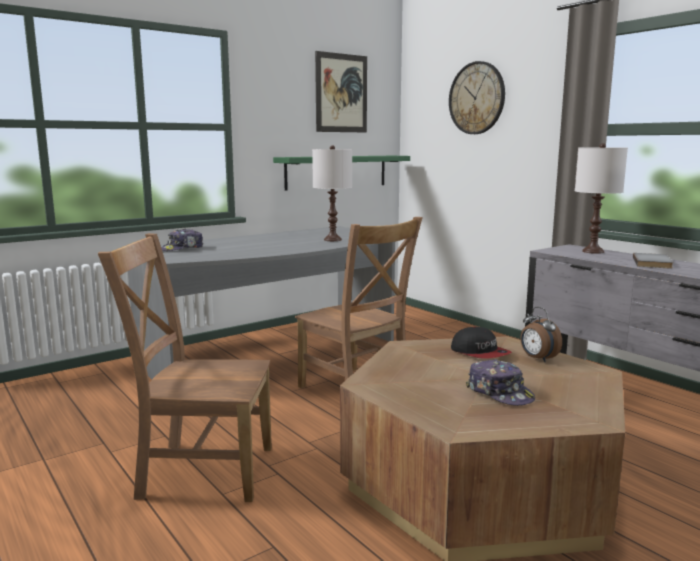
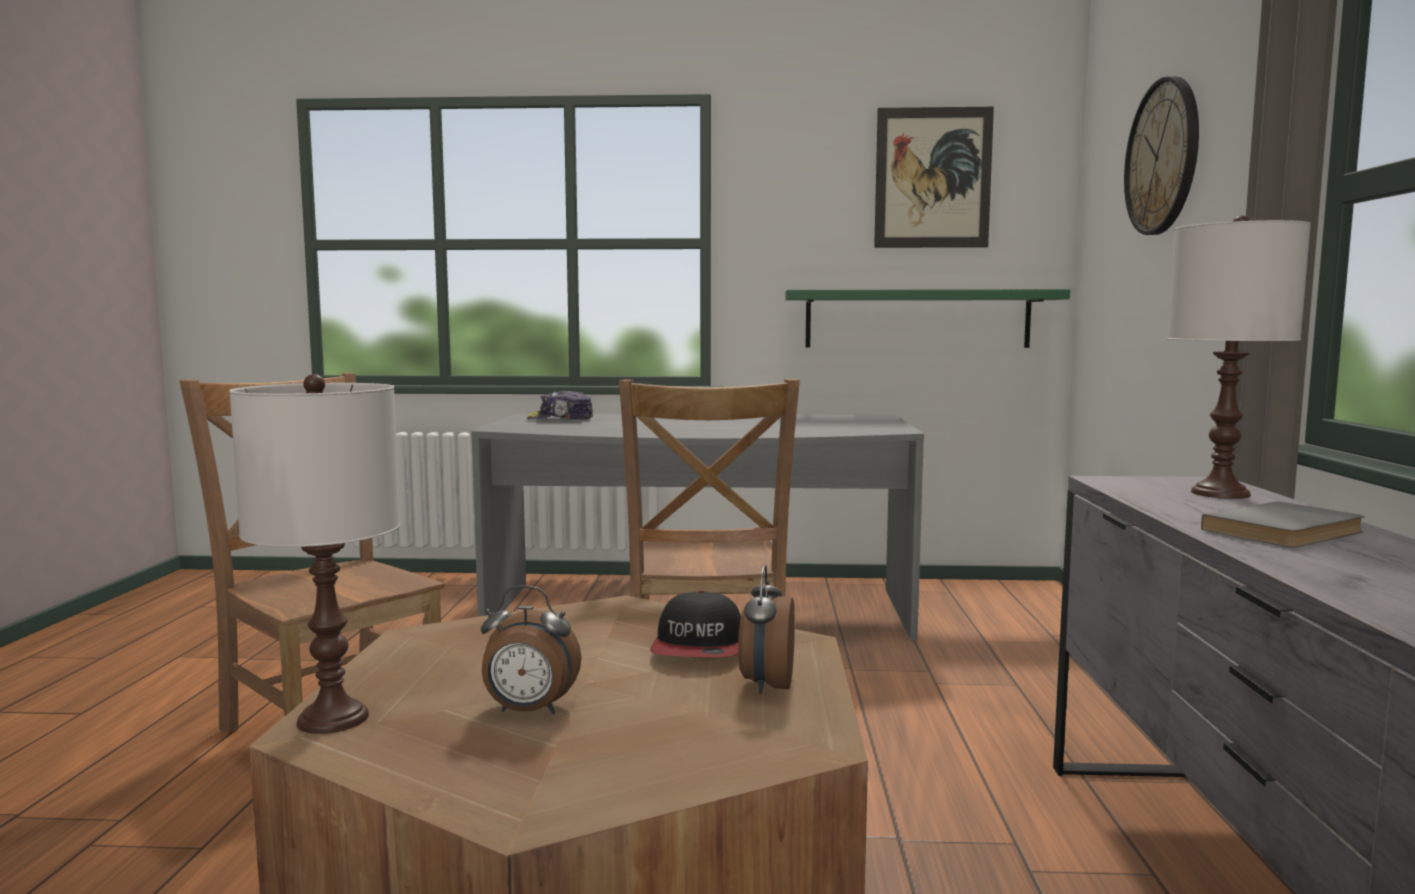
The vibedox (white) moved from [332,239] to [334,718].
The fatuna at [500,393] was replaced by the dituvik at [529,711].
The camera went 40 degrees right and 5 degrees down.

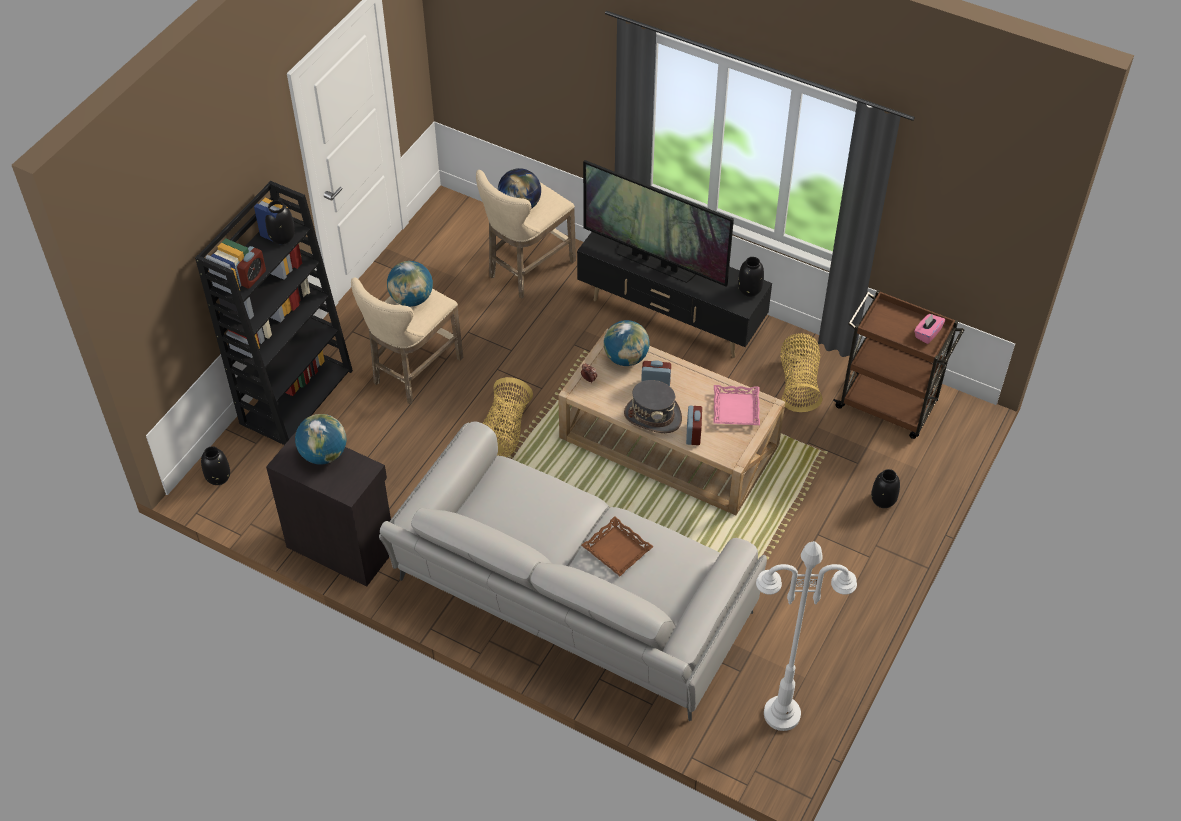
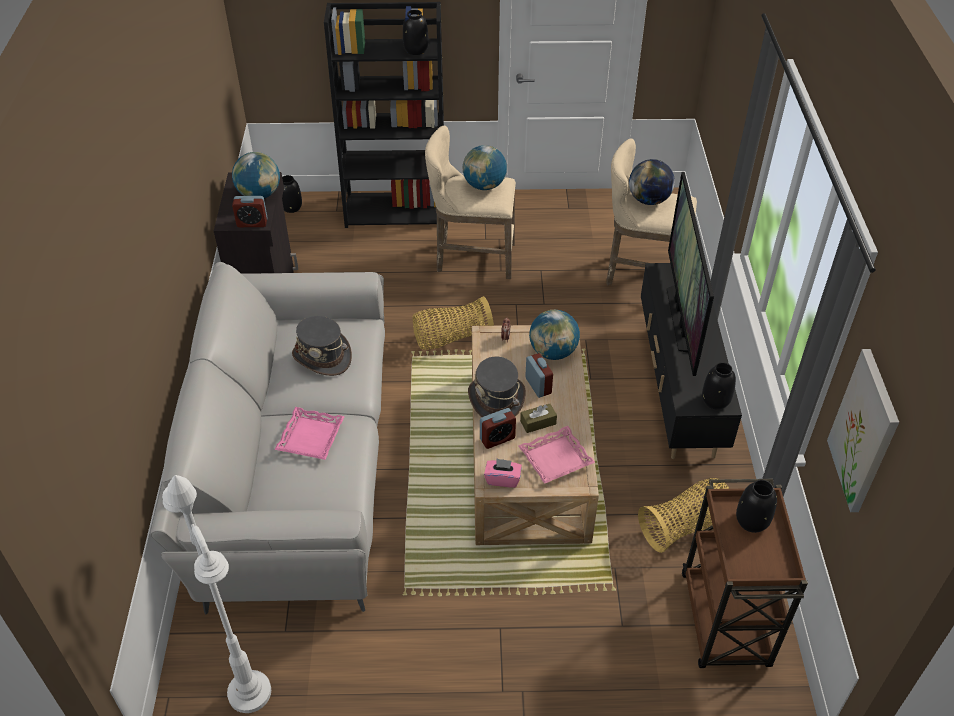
The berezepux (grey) at [322,357] appeared.
The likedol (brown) at [538,422] appeared.
The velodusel at [864,432] appeared.
The dituvik moved from [252,277] to [252,223].
The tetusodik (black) moved from [883,500] to [752,521].
The likedol (pink) moved from [927,334] to [502,479].
The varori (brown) at [616,550] became the varori (pink) at [310,437].
The camera went 60 degrees right and 5 degrees down.

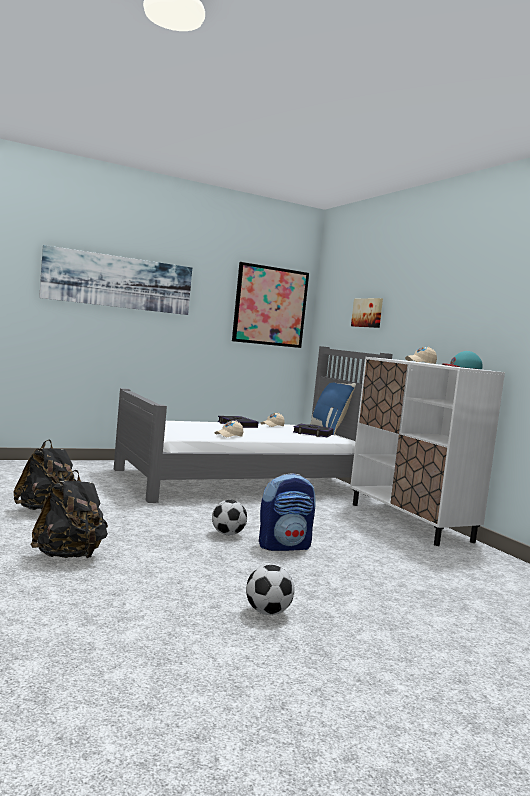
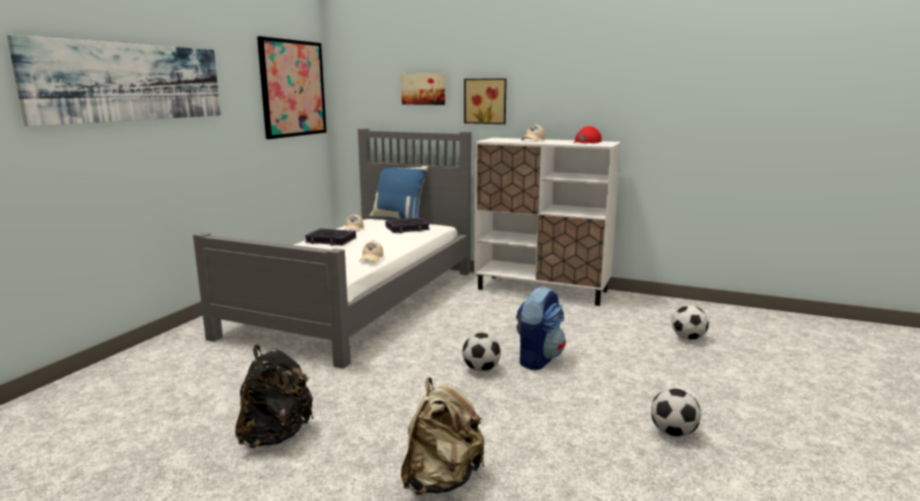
The velodusel at [486,101] appeared.
The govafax at [688,338] appeared.
The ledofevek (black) at [69,556] became the ledofevek (beige) at [442,479].
The fatuna (turquoise) at [462,367] became the fatuna (red) at [586,142].
The camera went 40 degrees left and 10 degrees up.

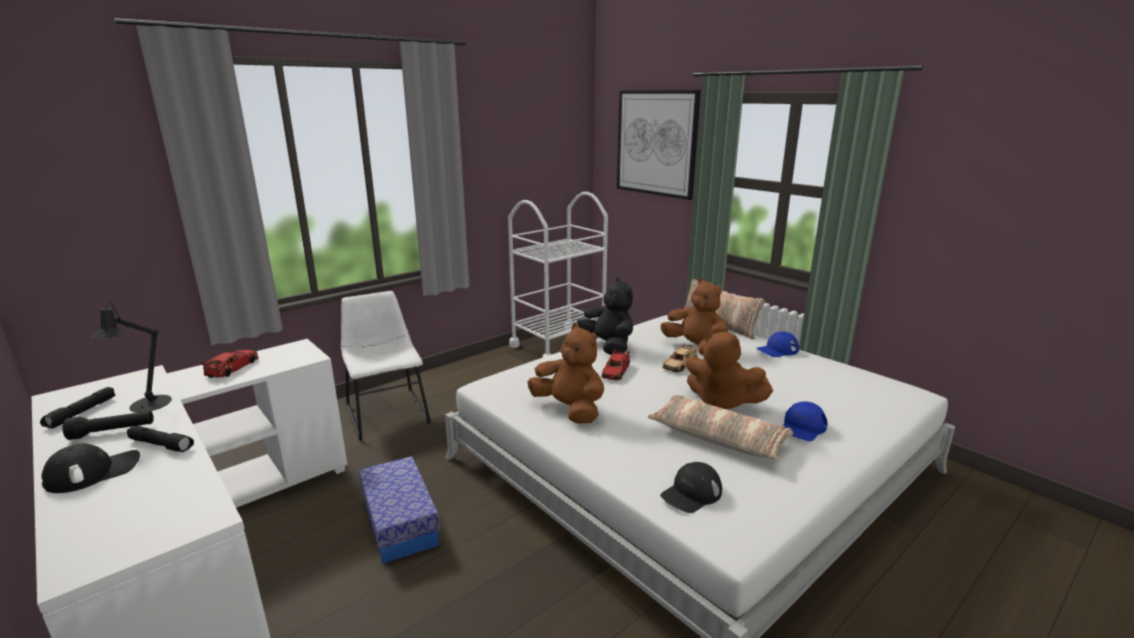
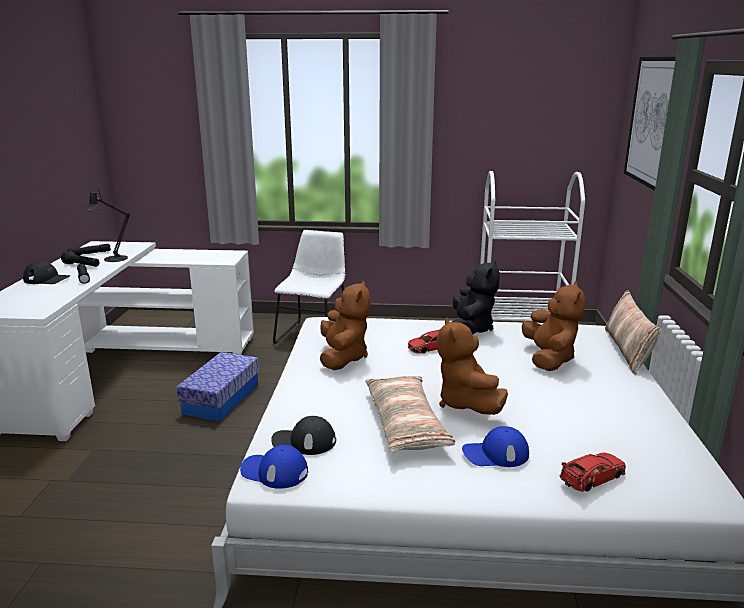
The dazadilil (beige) at [680,364] disappeared.
The dazadilil (red) moved from [232,368] to [592,477].
The fatuna (blue) moved from [777,350] to [274,471].
The camera went 45 degrees right and 0 degrees up.

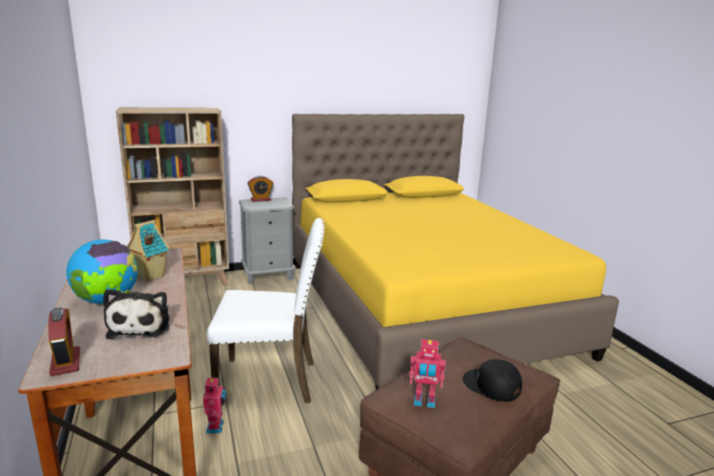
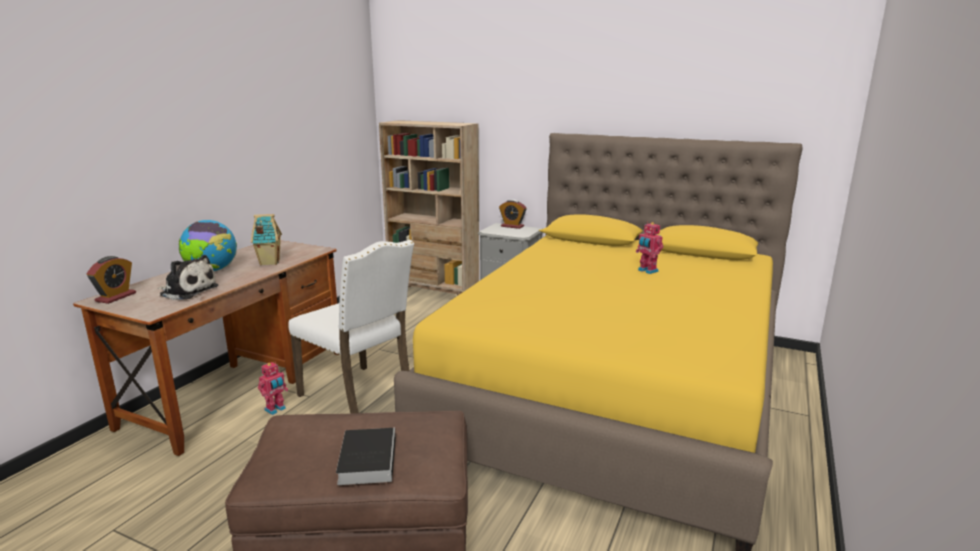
The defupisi moved from [424,402] to [647,271].
The fatuna (black) at [491,386] was replaced by the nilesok at [367,458].
The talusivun at [141,326] turned 105 degrees counterclockwise.
The camera went 45 degrees right and 0 degrees up.

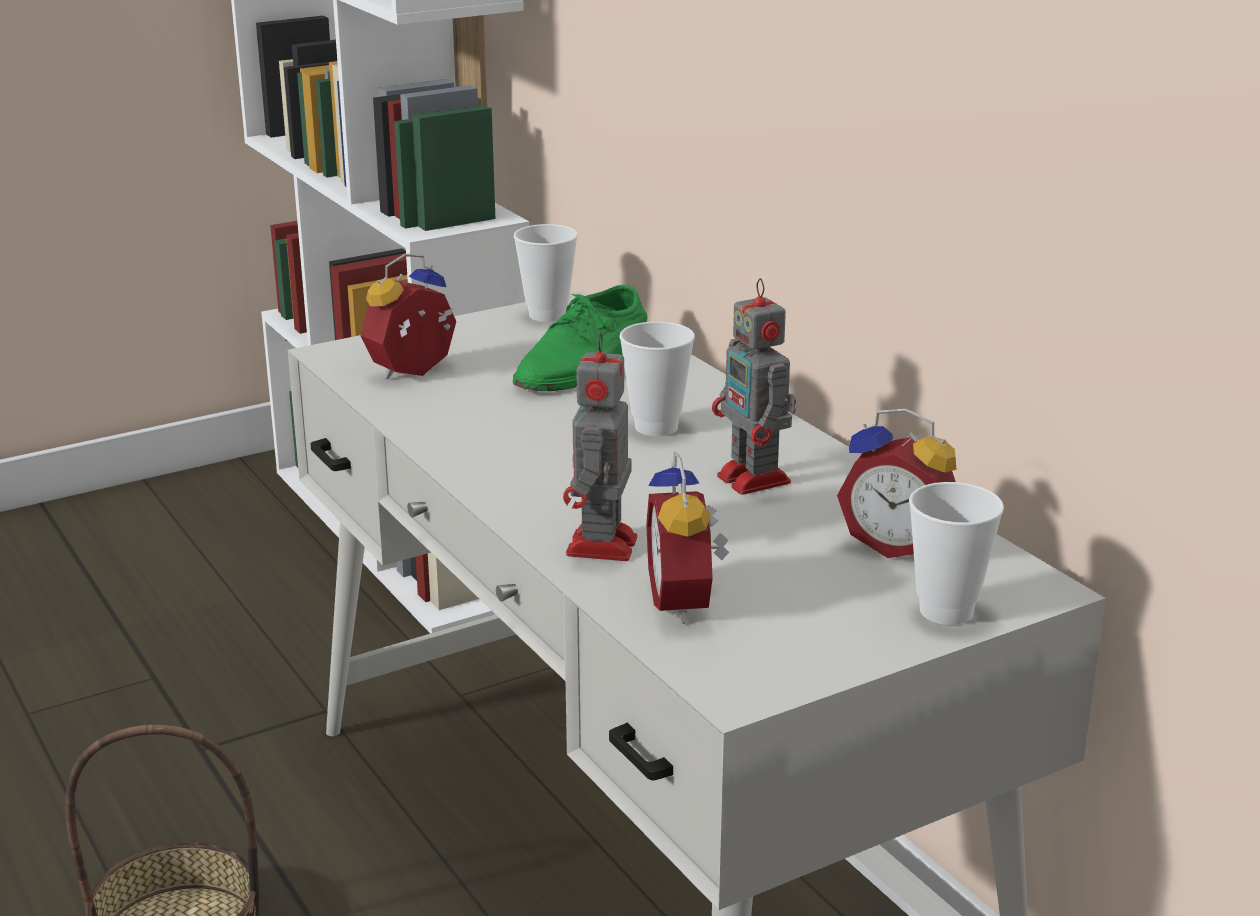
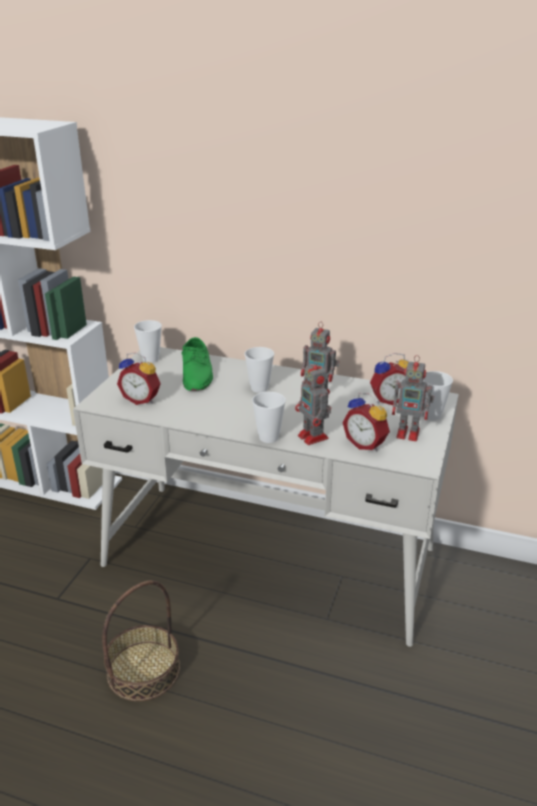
The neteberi at [268,437] appeared.
The defupisi at [409,433] appeared.
The dituvik at [415,372] turned 75 degrees counterclockwise.
The camera went 40 degrees left and 5 degrees up.

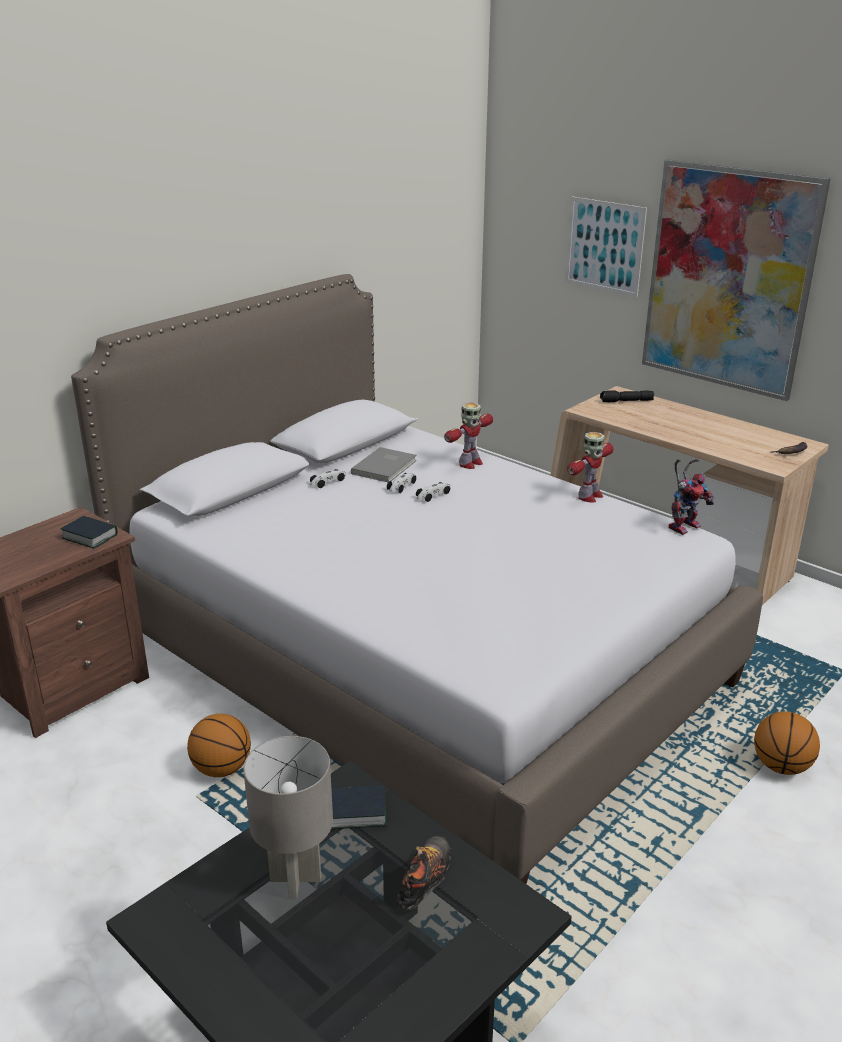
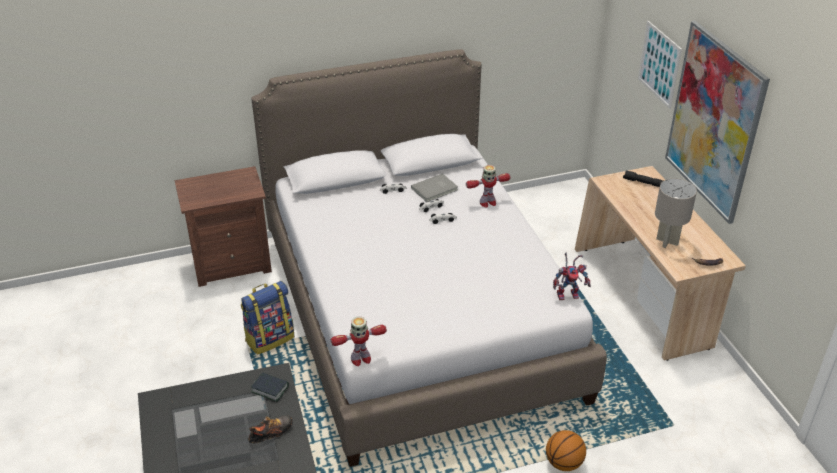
The nilesok at [90,536] disappeared.
The vibedox (grey) moved from [295,878] to [667,241].
The defupisi moved from [589,496] to [360,359].
The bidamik at [222,768] was replaced by the ledofevek at [270,338].
The camera went 30 degrees right and 10 degrees up.

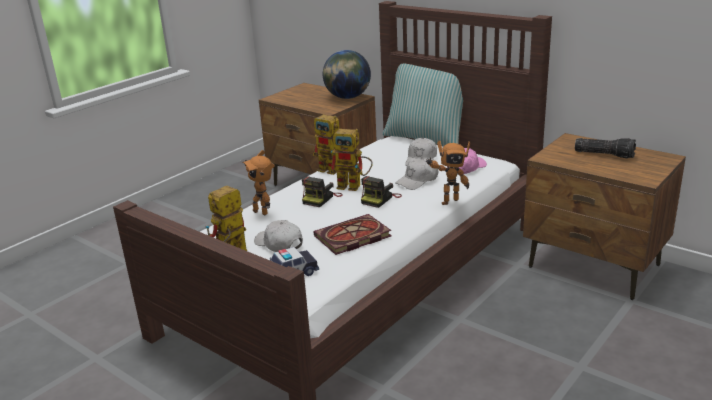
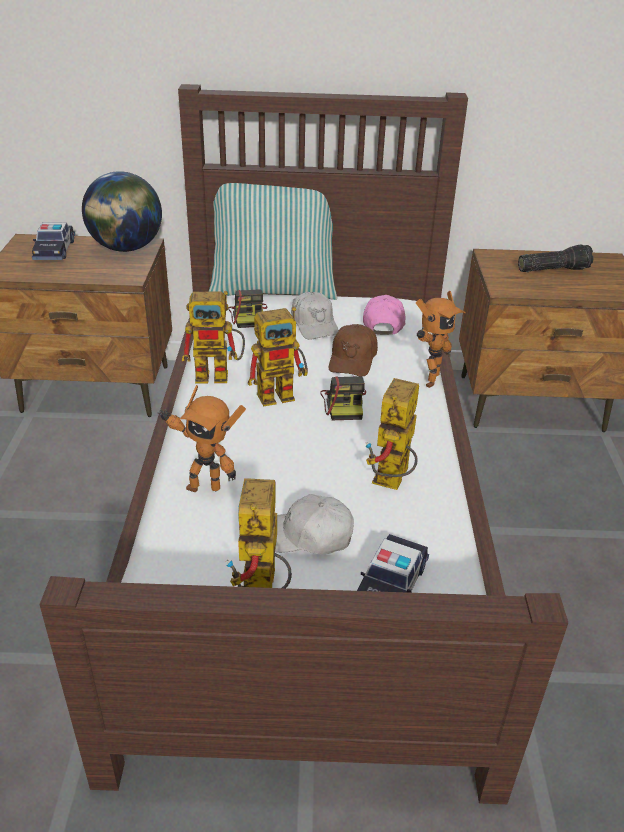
The dazadilil at [55,250] appeared.
The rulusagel moved from [321,198] to [248,316].
The nilesok at [351,238] was replaced by the defupisi at [391,483].
The fatuna (white) at [417,181] became the fatuna (brown) at [353,359].
The camera went 40 degrees left and 10 degrees up.

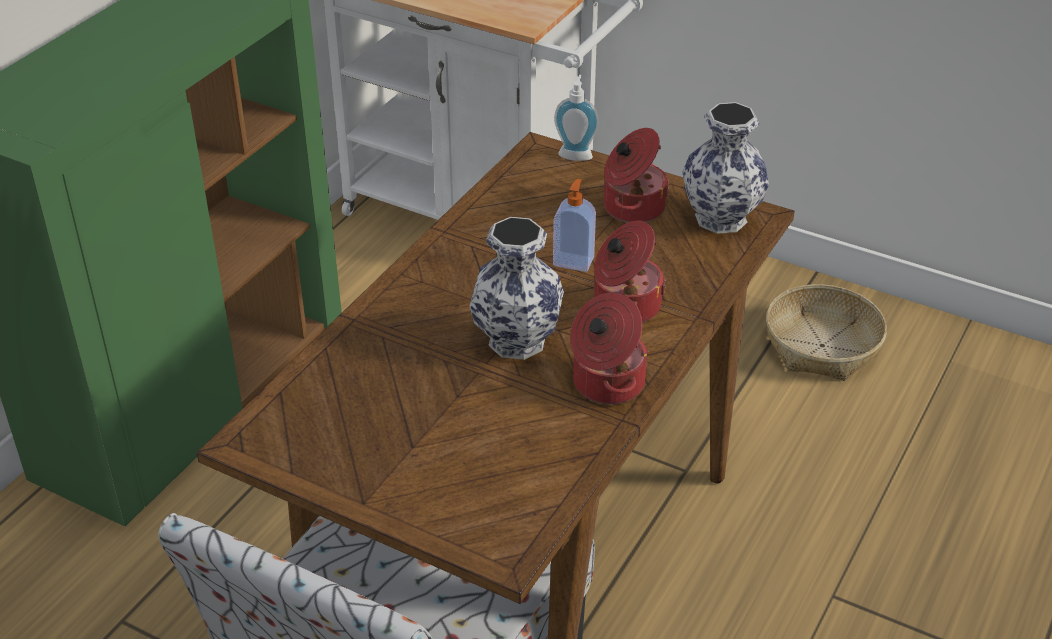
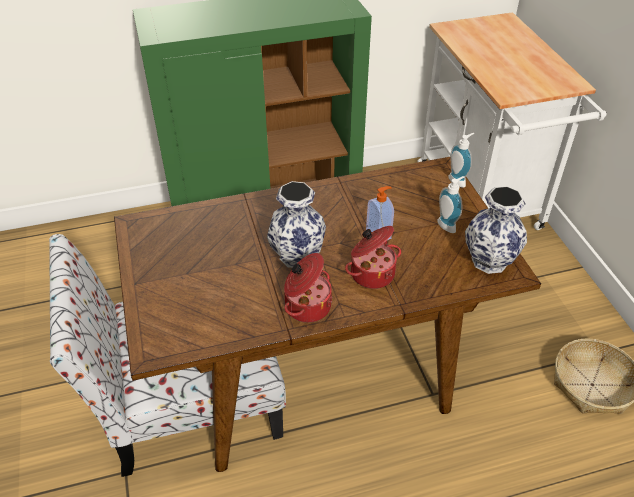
The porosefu at [632,207] was replaced by the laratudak at [448,225].
The camera went 45 degrees right and 5 degrees up.

